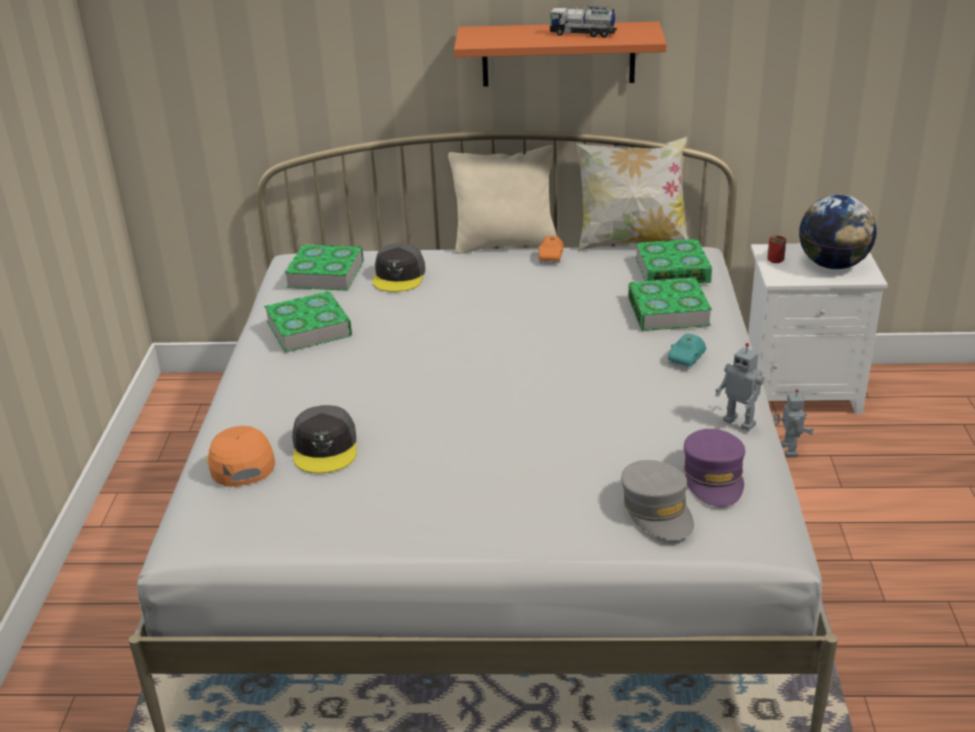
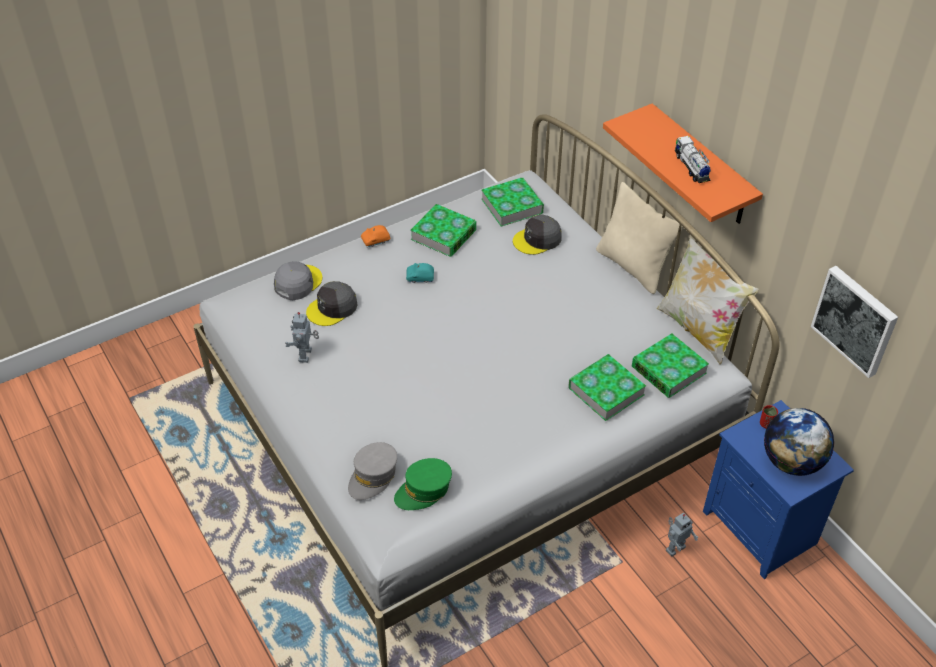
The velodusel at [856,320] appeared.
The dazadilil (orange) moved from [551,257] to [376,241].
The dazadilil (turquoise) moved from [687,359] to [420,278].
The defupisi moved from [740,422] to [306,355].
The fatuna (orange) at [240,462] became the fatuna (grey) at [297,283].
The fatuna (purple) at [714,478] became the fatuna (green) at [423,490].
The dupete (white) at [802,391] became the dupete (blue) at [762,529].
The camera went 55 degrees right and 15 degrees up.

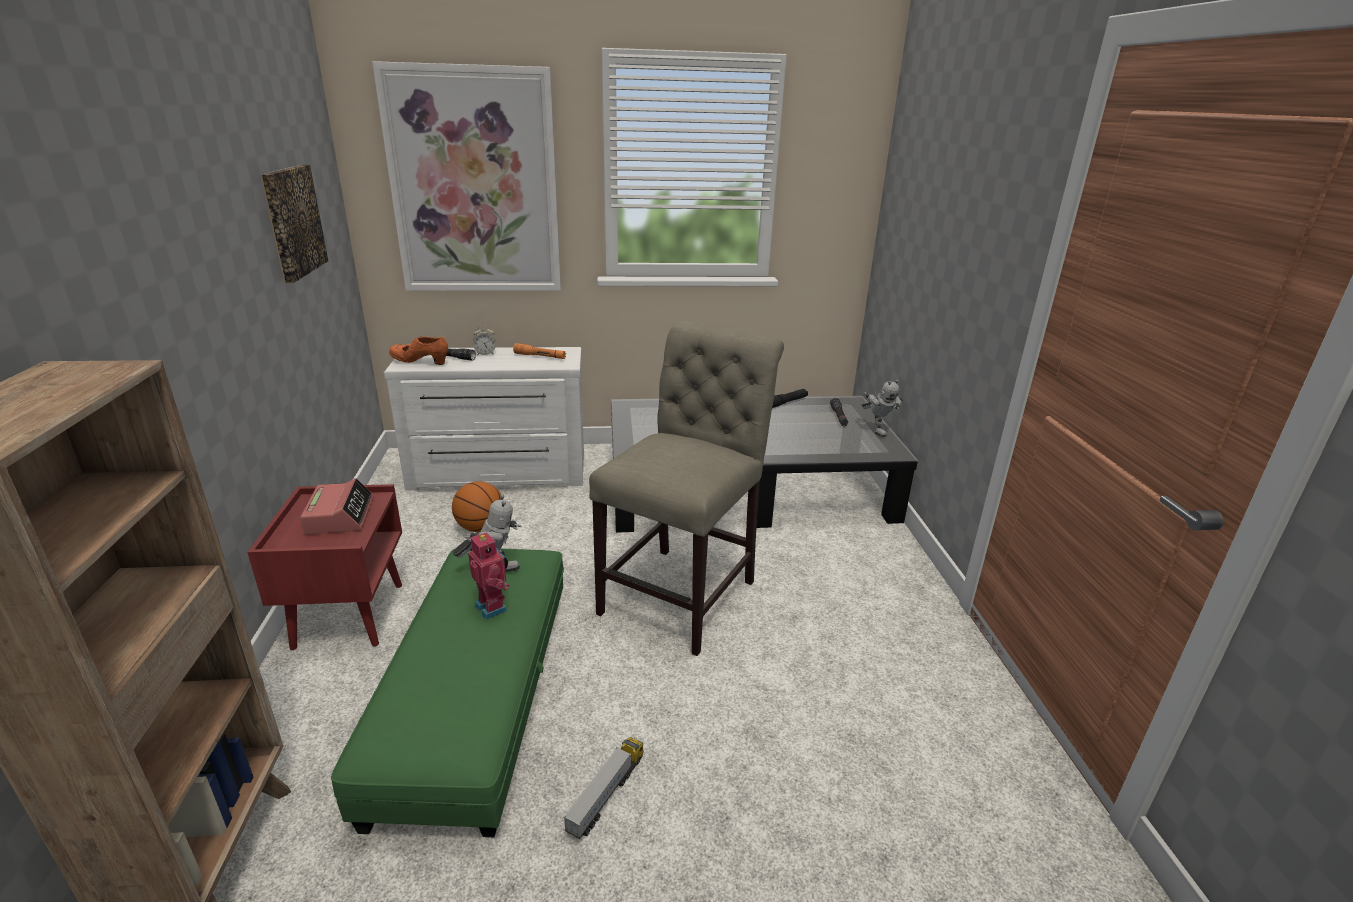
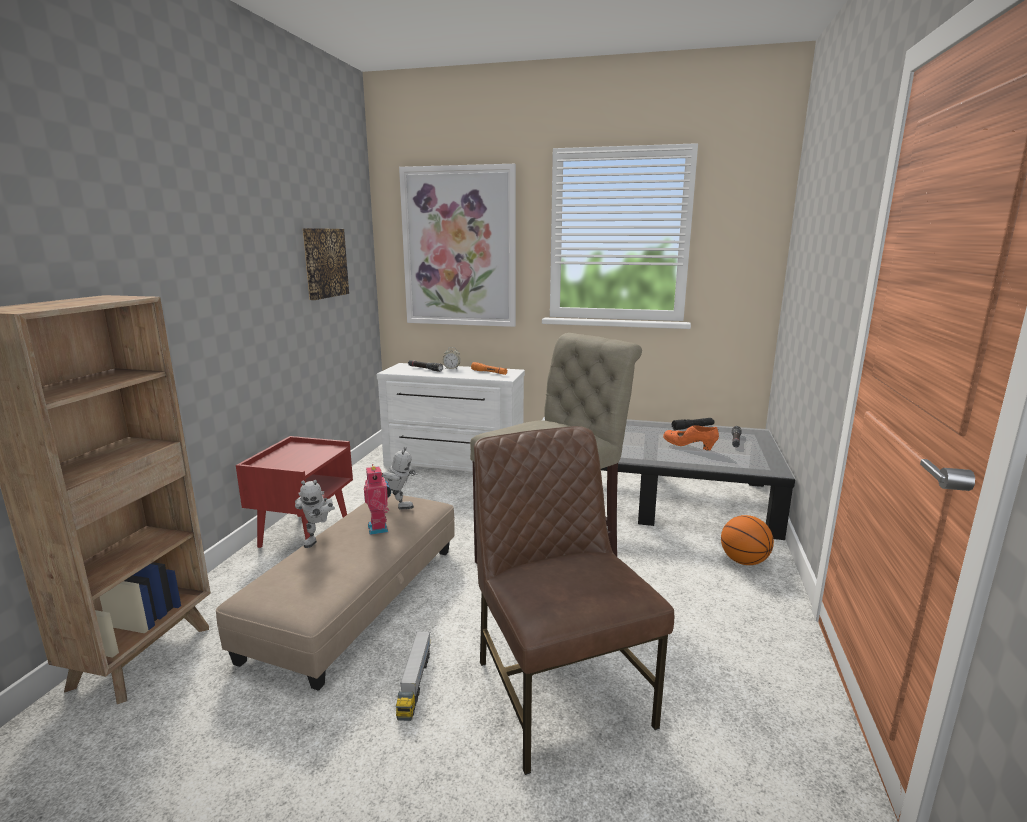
The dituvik at [340,516] disappeared.
The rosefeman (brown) at [559,691] appeared.
The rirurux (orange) moved from [420,362] to [689,447].
The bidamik moved from [480,528] to [744,561].
The defupisi moved from [876,430] to [319,539].
The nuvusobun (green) at [476,698] became the nuvusobun (beige) at [358,599].
The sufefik at [606,794] turned 135 degrees clockwise.
The camera went 20 degrees right and 10 degrees down.

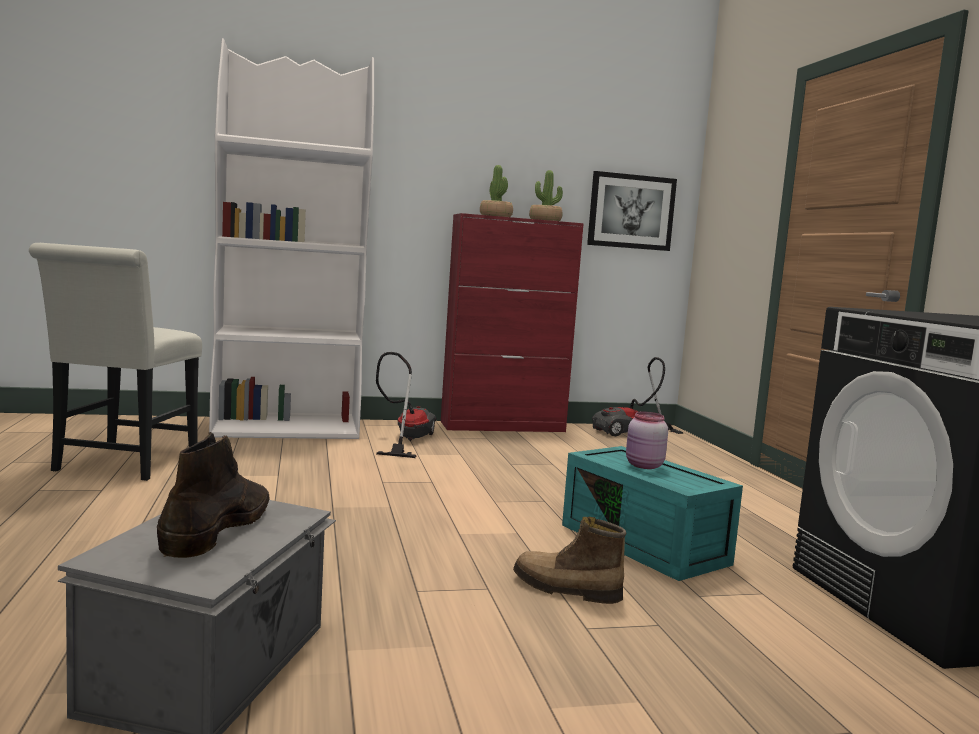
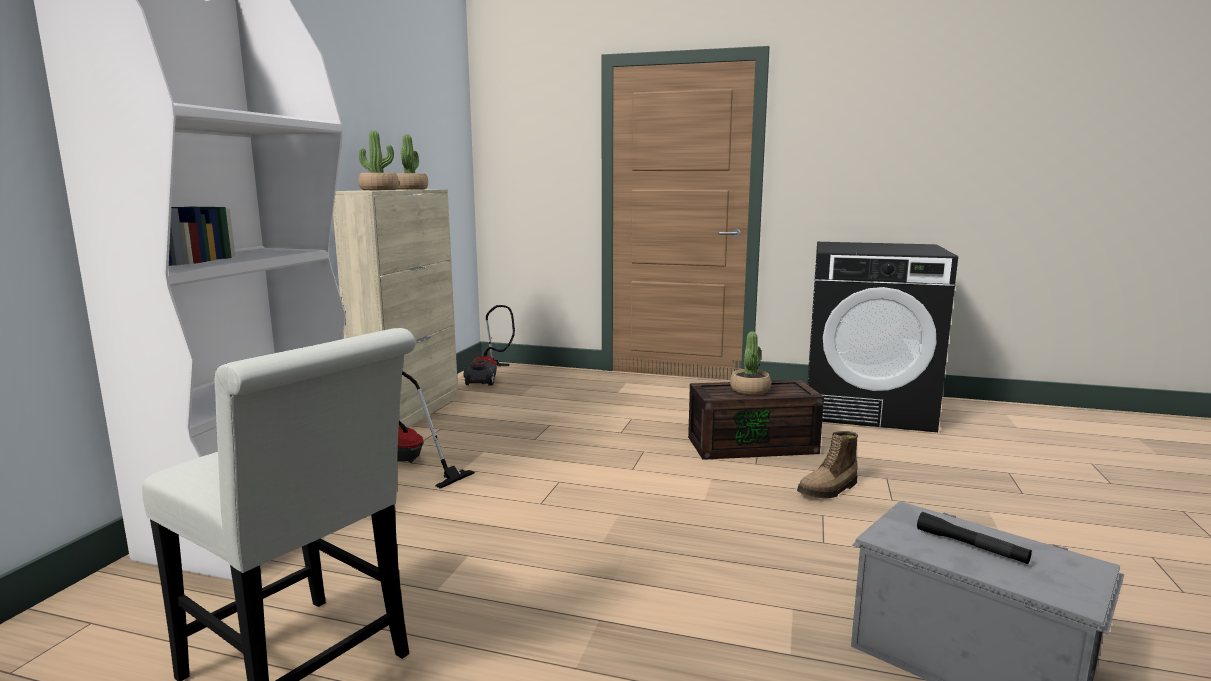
The velodusel at [631,211] disappeared.
The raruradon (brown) at [218,528] was replaced by the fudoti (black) at [971,546].
The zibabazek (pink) at [644,466] was replaced by the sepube at [750,390].
The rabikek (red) at [503,426] became the rabikek (beige) at [410,413].
The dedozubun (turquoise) at [647,544] became the dedozubun (brown) at [753,444].
The camera went 60 degrees left and 5 degrees up.

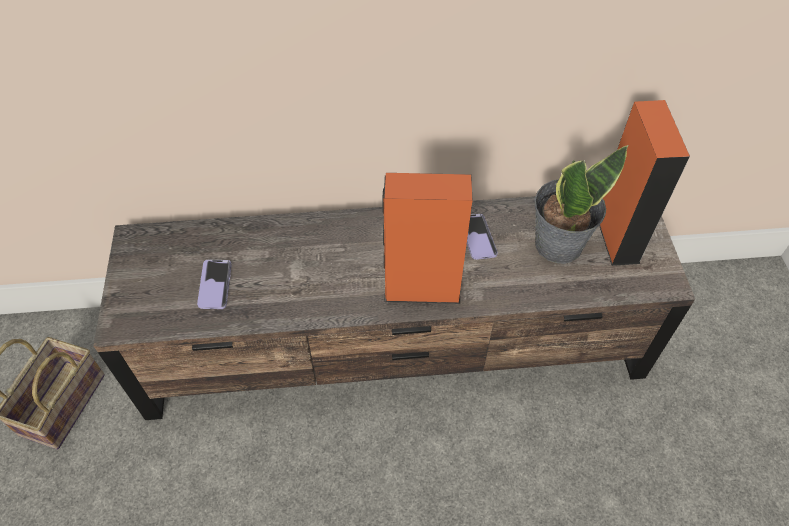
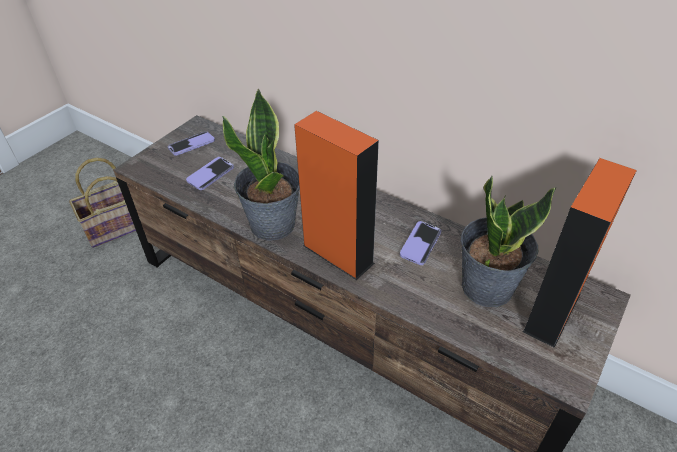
The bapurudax at [191,145] appeared.
The sepube at [273,225] appeared.
The camera went 40 degrees right and 10 degrees down.

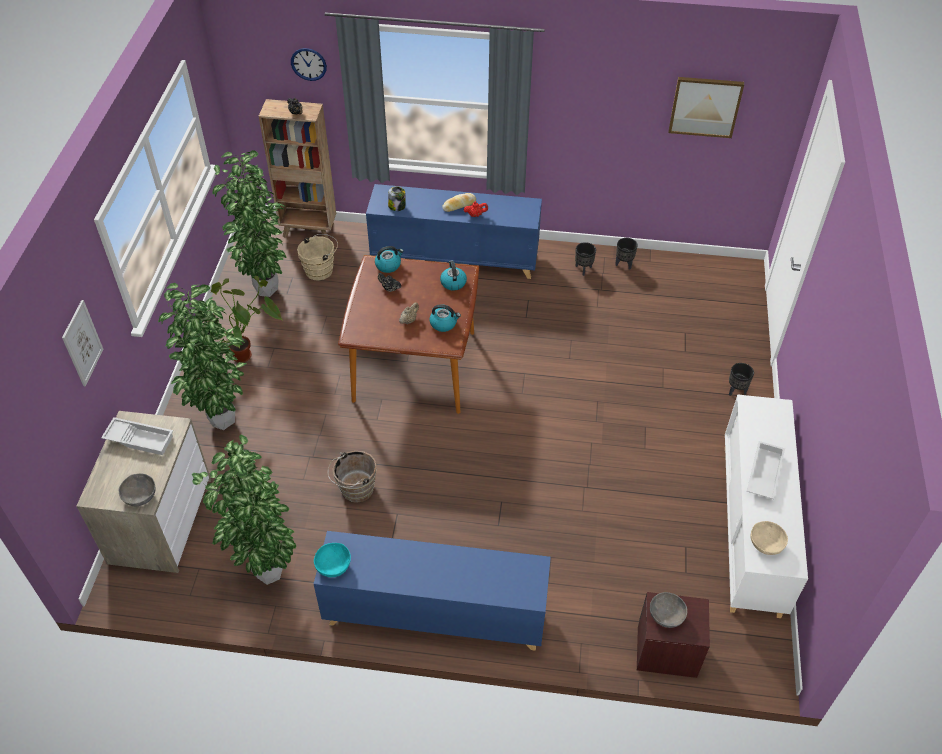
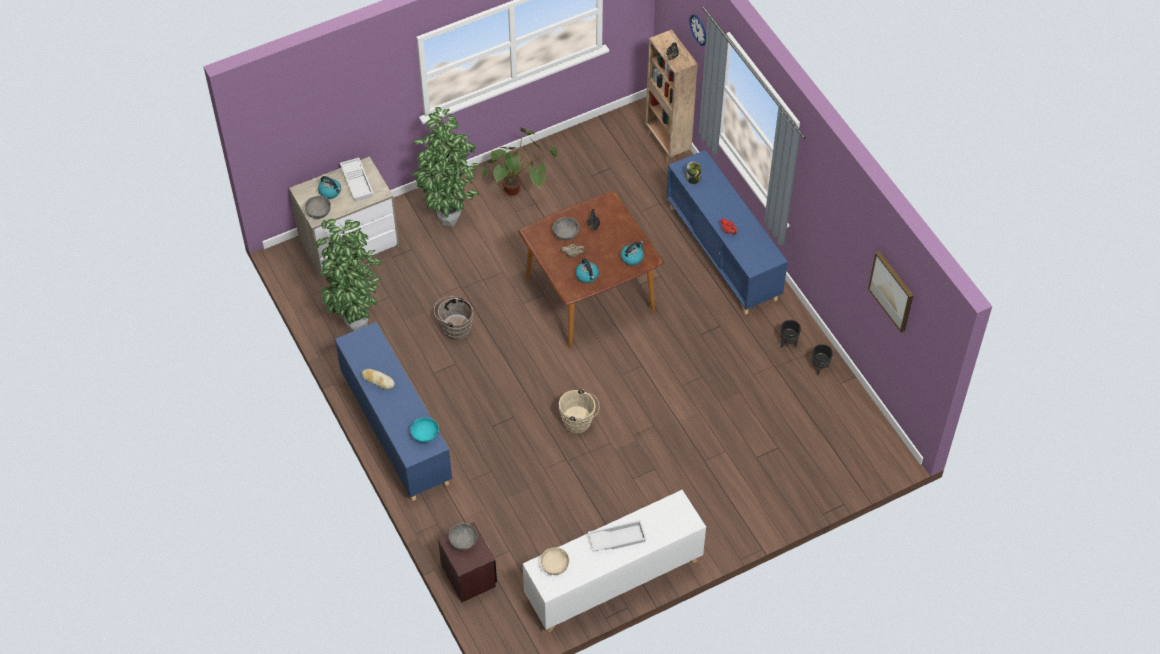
The velodusel at [82,343] disappeared.
The sepube at [265,288] disappeared.
The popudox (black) at [736,391] disappeared.
The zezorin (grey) at [565,234] appeared.
The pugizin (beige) moved from [321,270] to [579,422].
The zezorin (turquoise) moved from [333,566] to [425,435].
The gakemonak moved from [388,265] to [330,192].
The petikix moved from [459,205] to [378,380].
The camera went 55 degrees right and 5 degrees up.

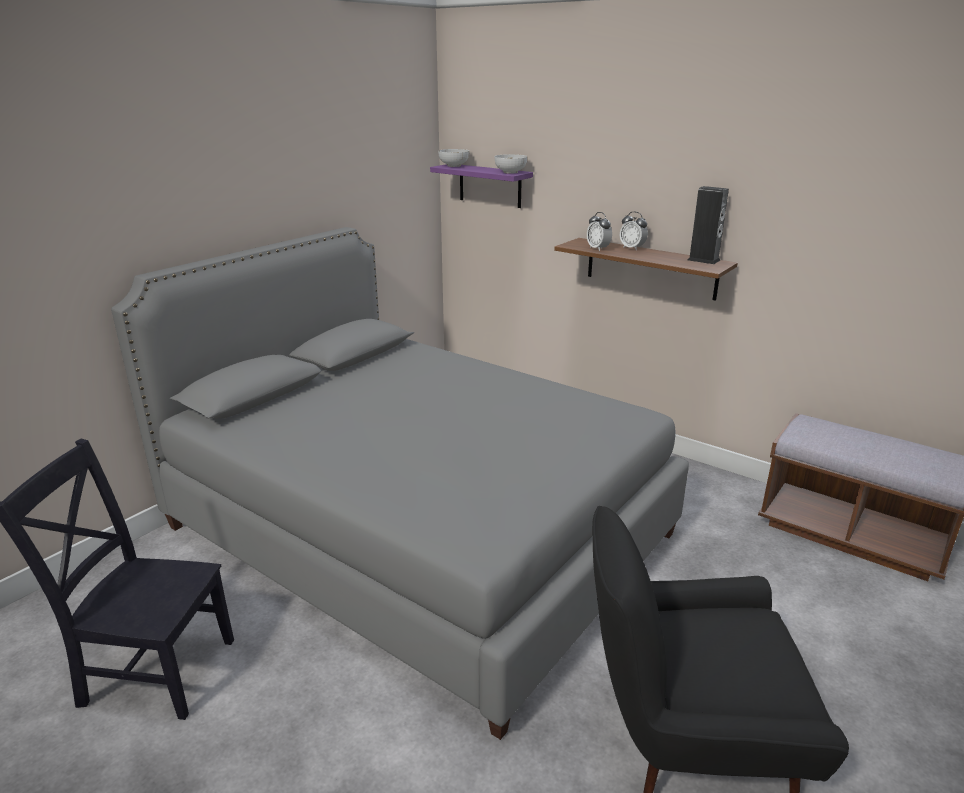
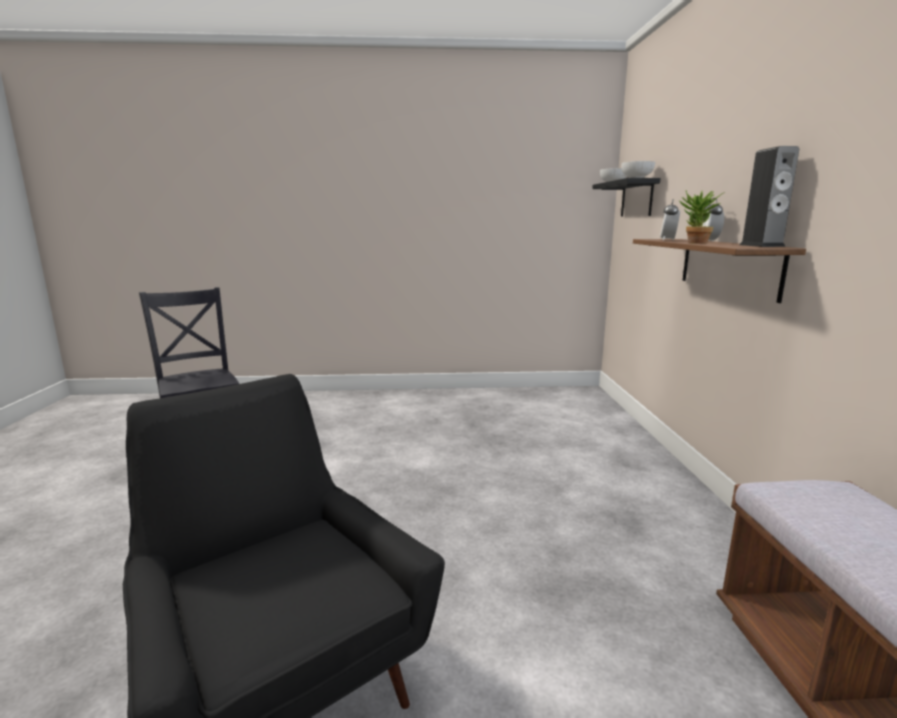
The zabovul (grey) at [418,531] disappeared.
The sepube at [694,243] appeared.
The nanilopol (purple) at [490,185] became the nanilopol (black) at [636,199].
The camera went 50 degrees right and 10 degrees down.

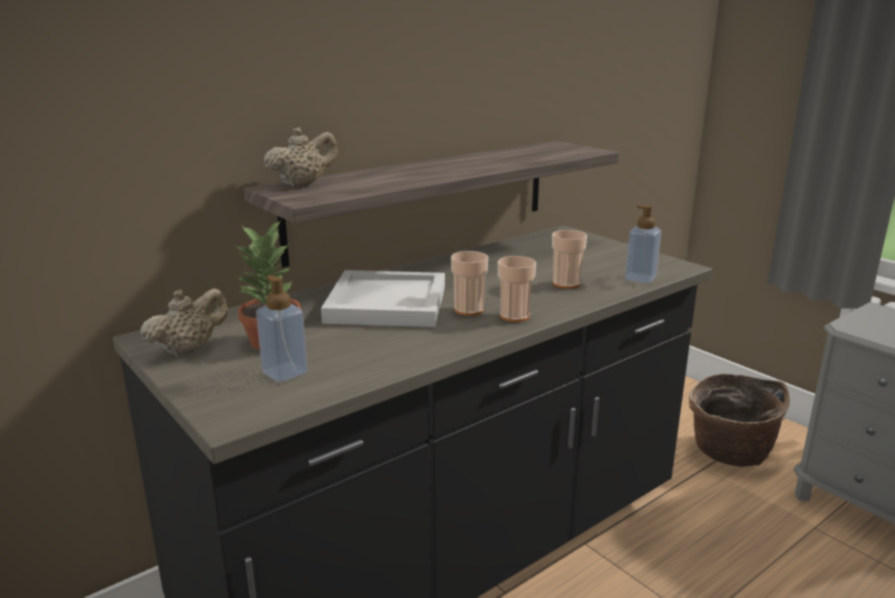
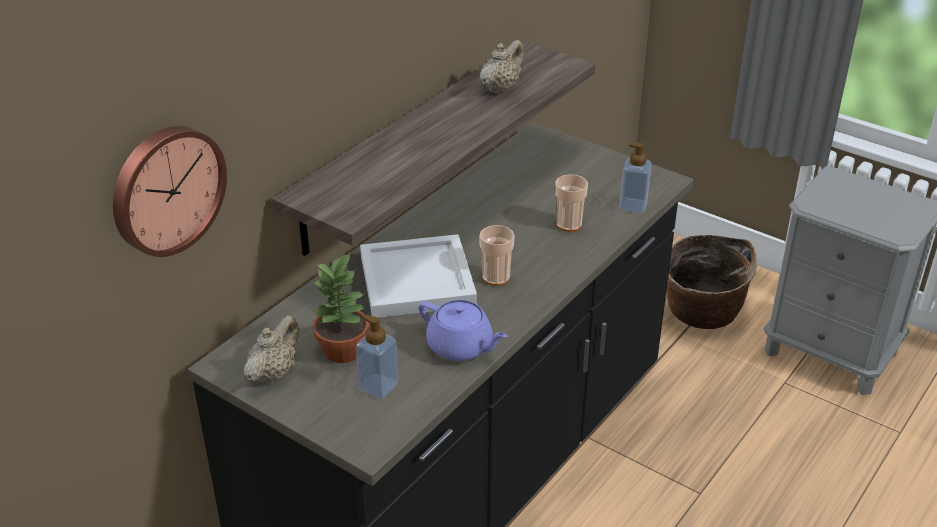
The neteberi at [514,316] disappeared.
The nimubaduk at [166,189] appeared.
The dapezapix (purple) at [461,347] appeared.
The dapezapix (beige) moved from [303,184] to [501,88].
The camera went 15 degrees left and 15 degrees up.

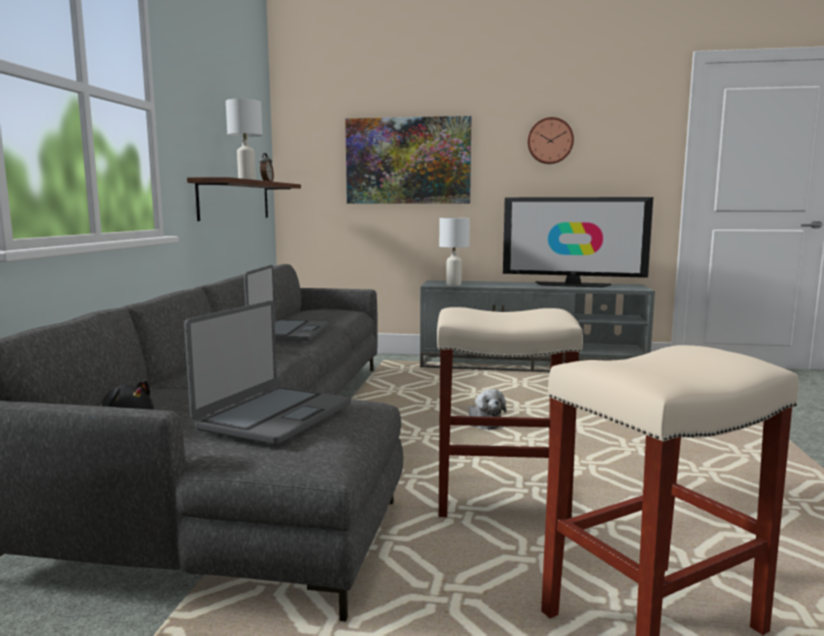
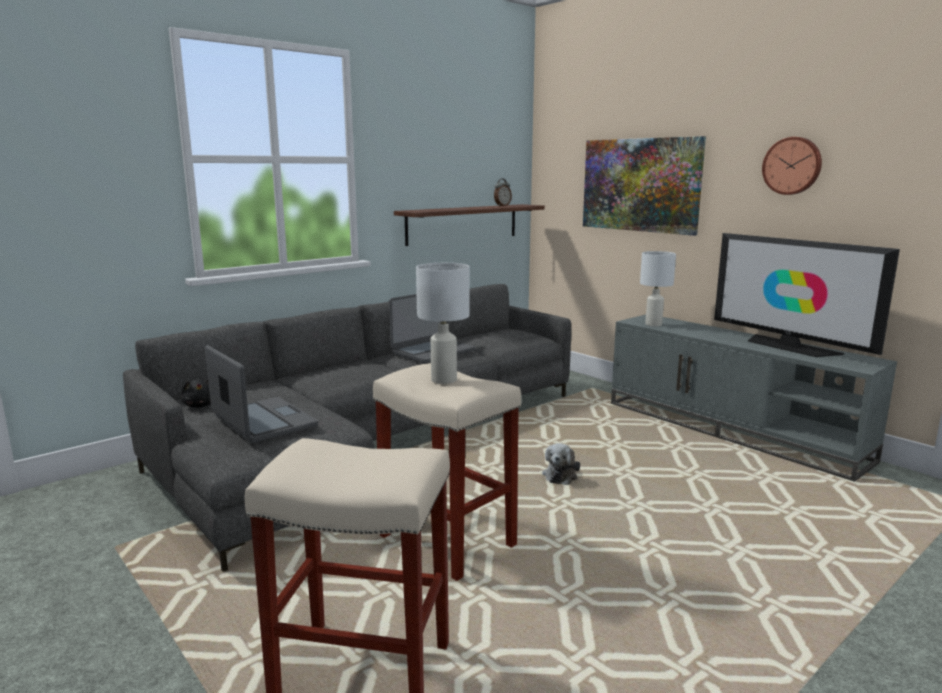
The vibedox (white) moved from [247,179] to [444,380].
The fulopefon at [274,416] turned 105 degrees counterclockwise.
The camera went 40 degrees right and 5 degrees up.

